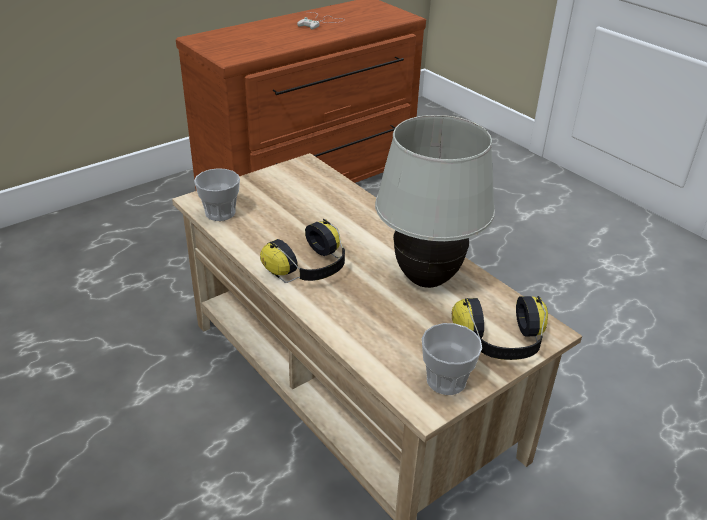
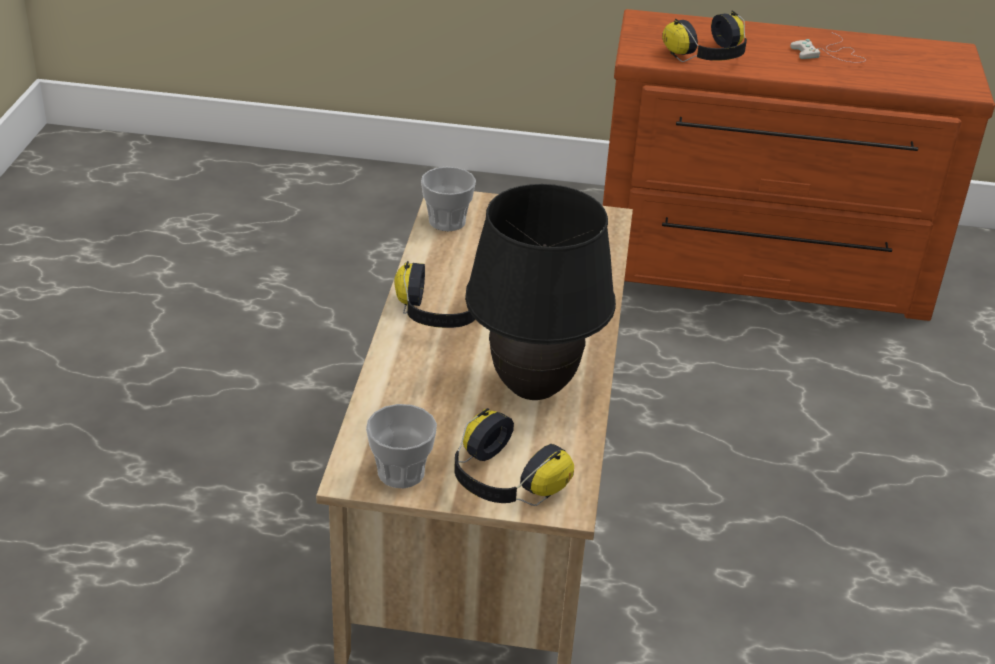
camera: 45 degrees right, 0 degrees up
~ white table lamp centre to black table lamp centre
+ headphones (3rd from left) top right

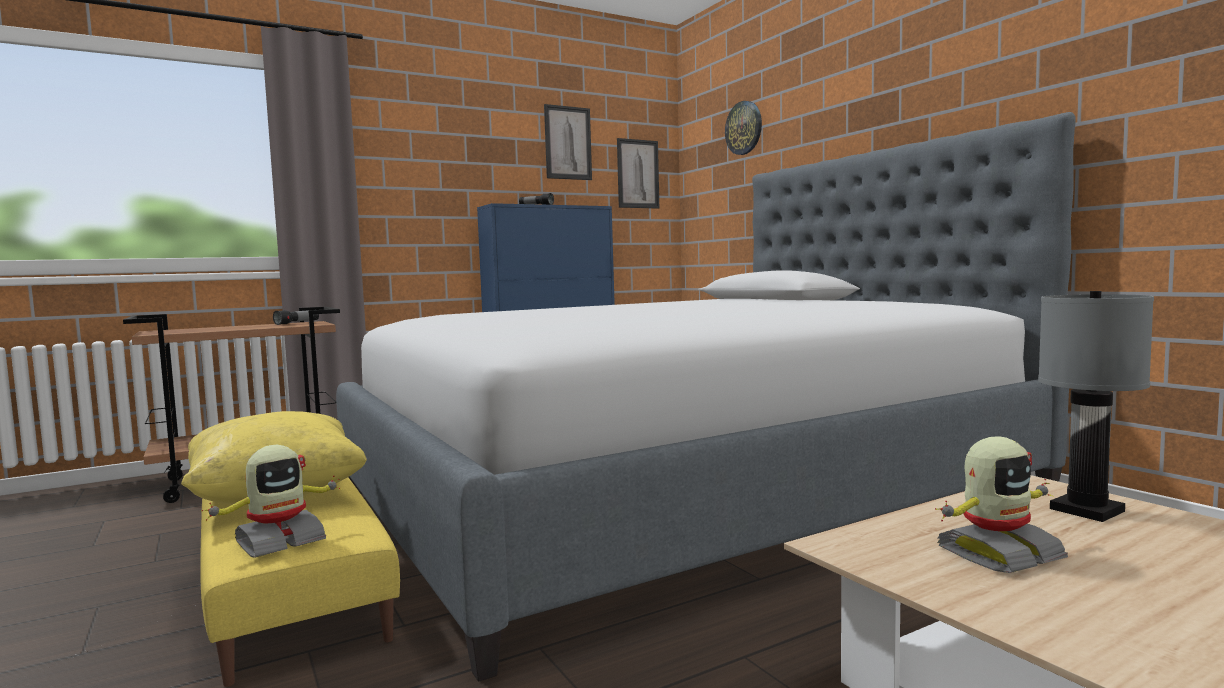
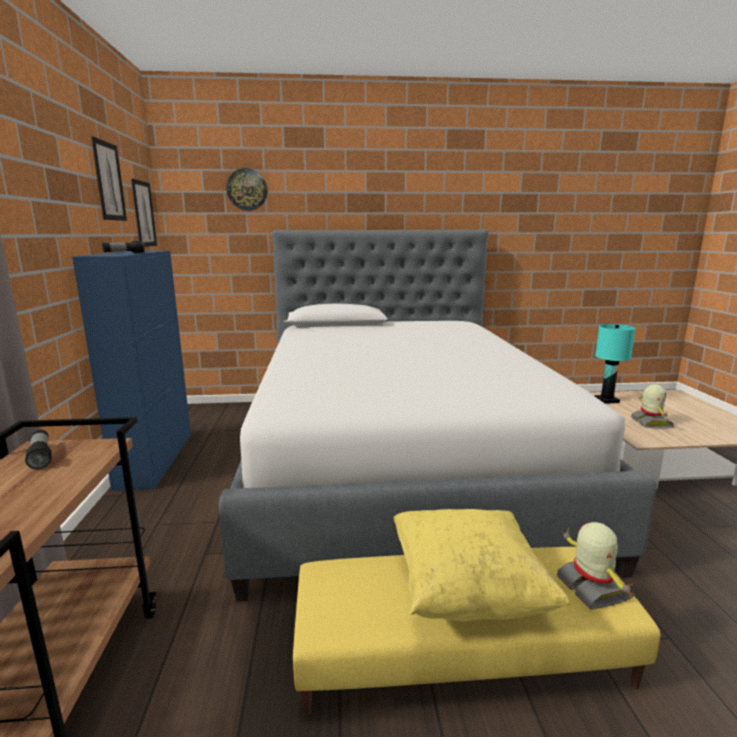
camera: 65 degrees left, 10 degrees up
~ grey table lamp middle right to turquoise table lamp middle right

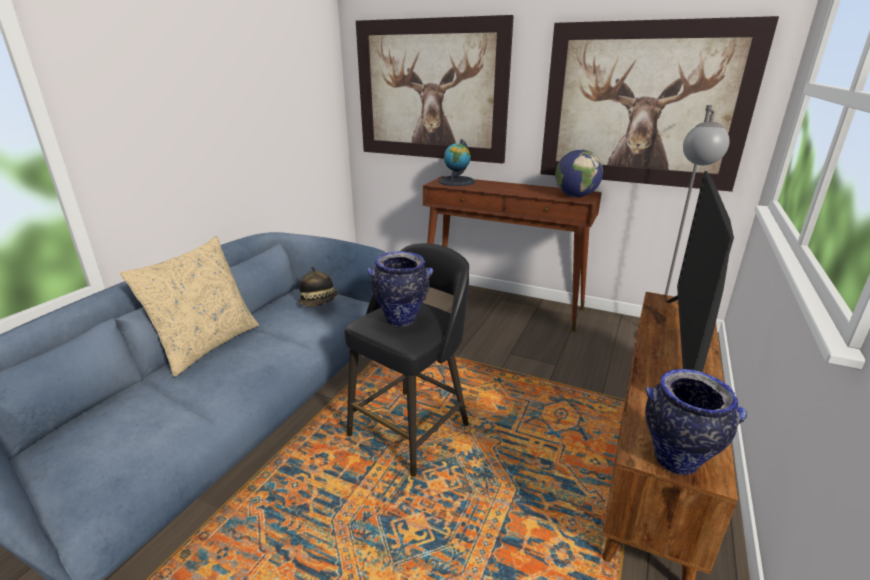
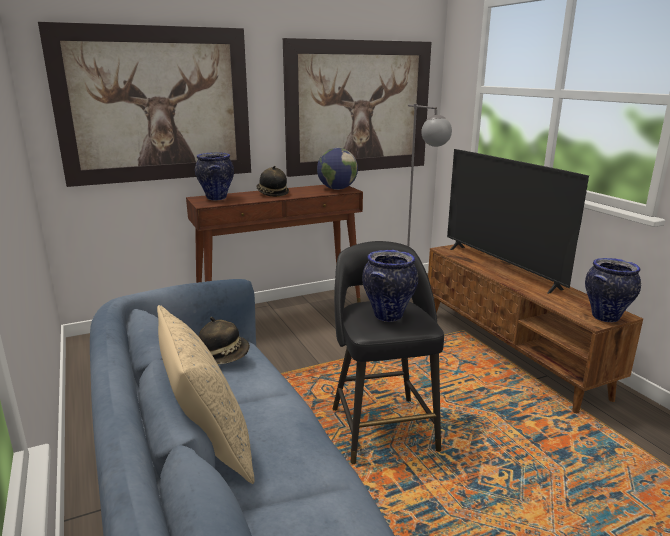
camera: 50 degrees left, 5 degrees down
~ globe (1st from left) top centre to vase (1st from left) top left
+ hat (2nd from left) centre

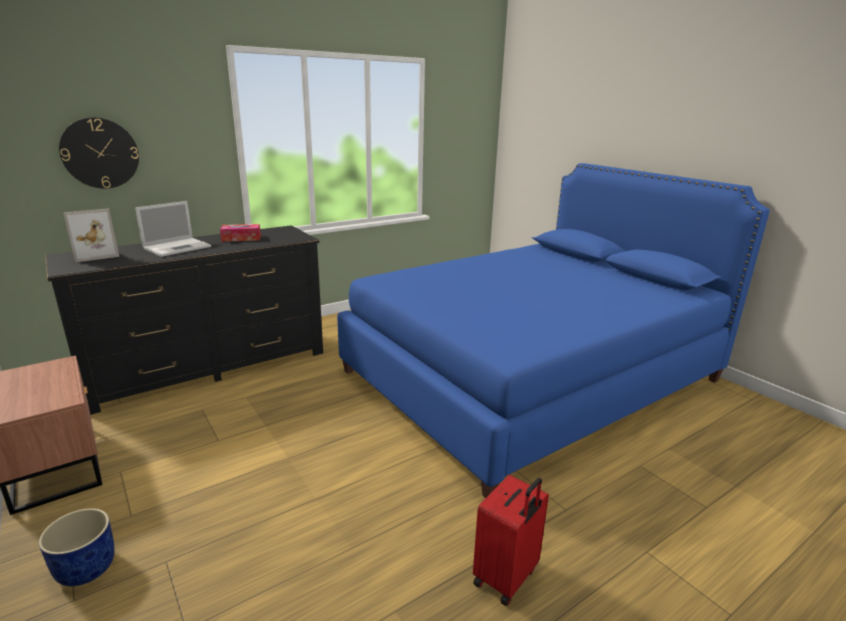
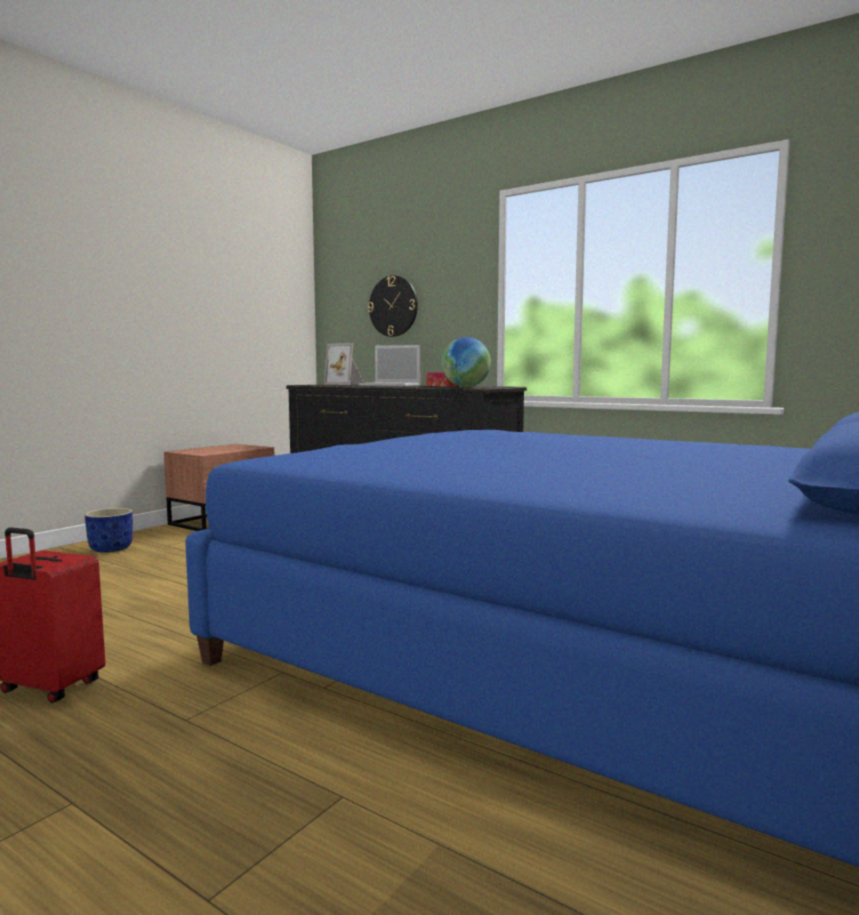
camera: 70 degrees right, 15 degrees down
+ globe centre

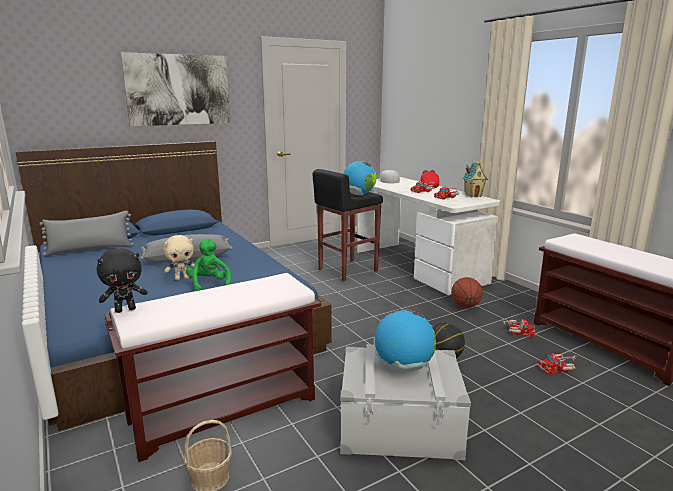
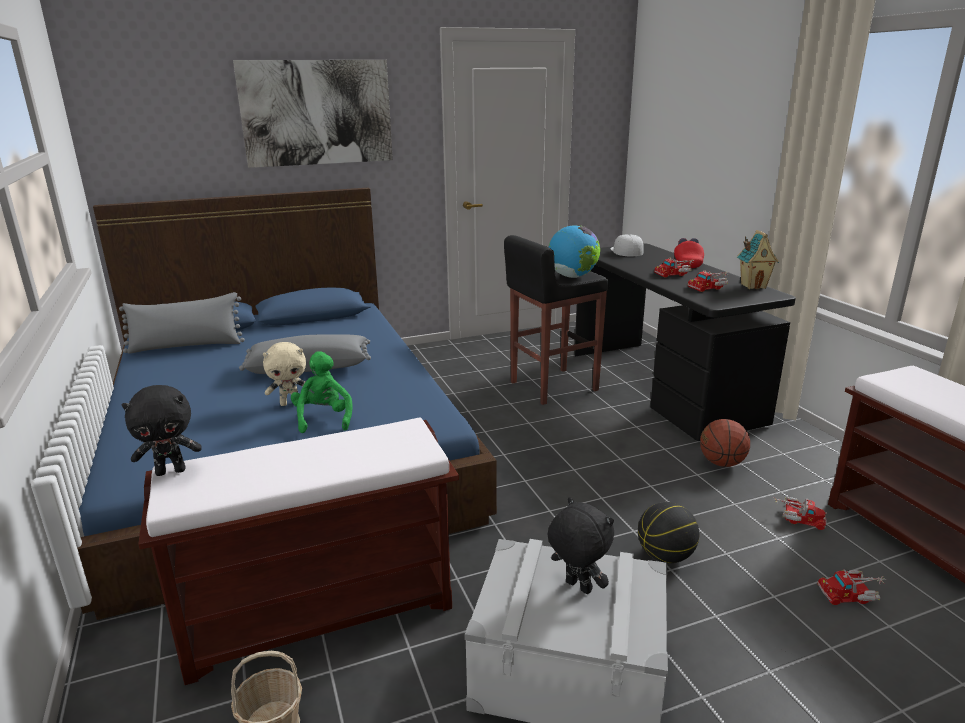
camera: 10 degrees right, 5 degrees up
~ white desk centre to black desk middle right
~ globe (2nd from left) bottom centre to black plush toy (2nd from left) bottom centre

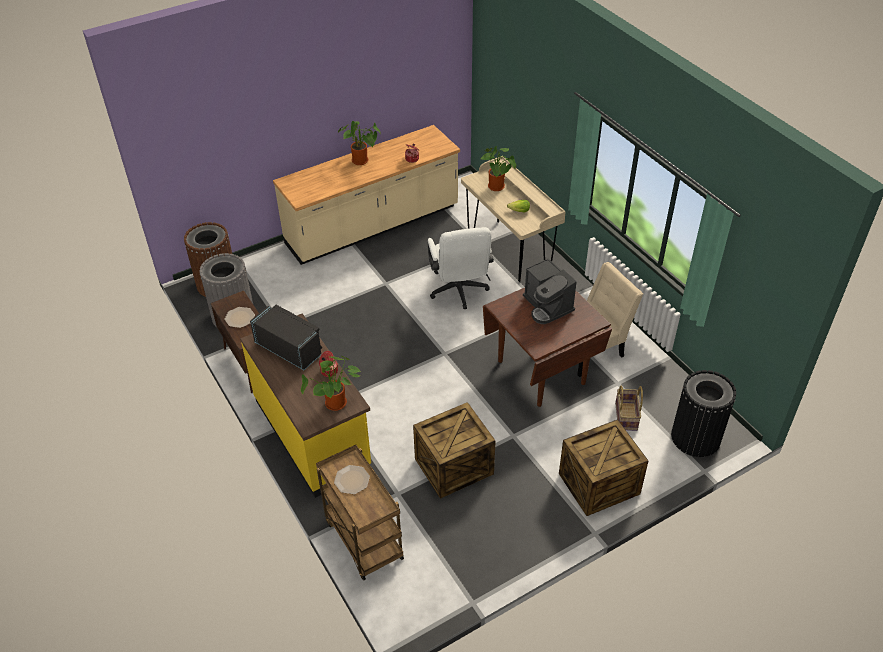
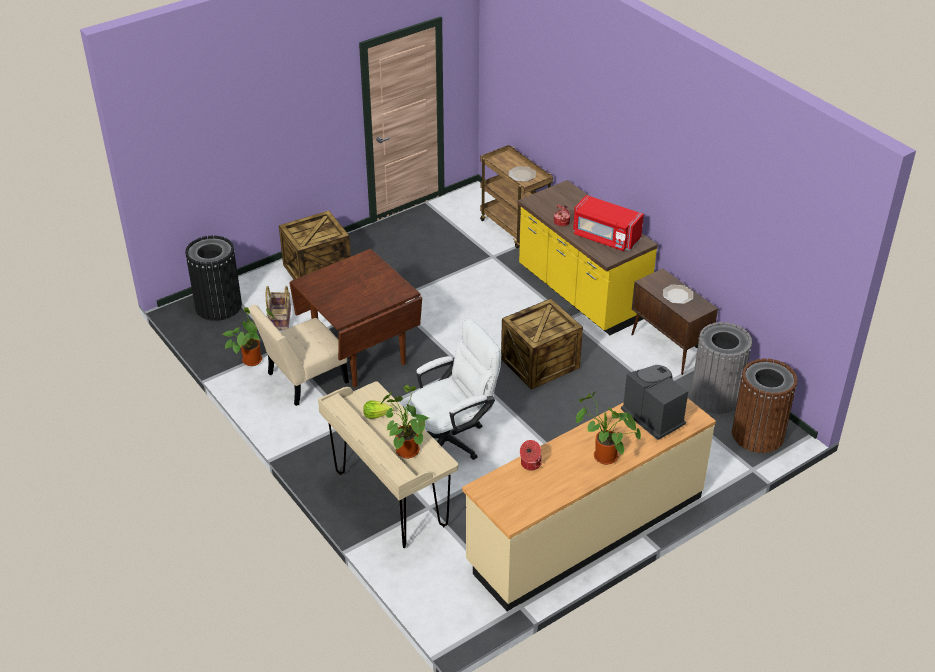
camera: 175 degrees right, 5 degrees down
~ black microwave middle left to red microwave top centre
~ potted plant (1st from left) centre to middle left
~ crate (1st from left in the first image) bottom centre to crate (2nd from left) centre
~ white office chair centre = centre 75 degrees clockwise
~ coffee machine centre to middle right

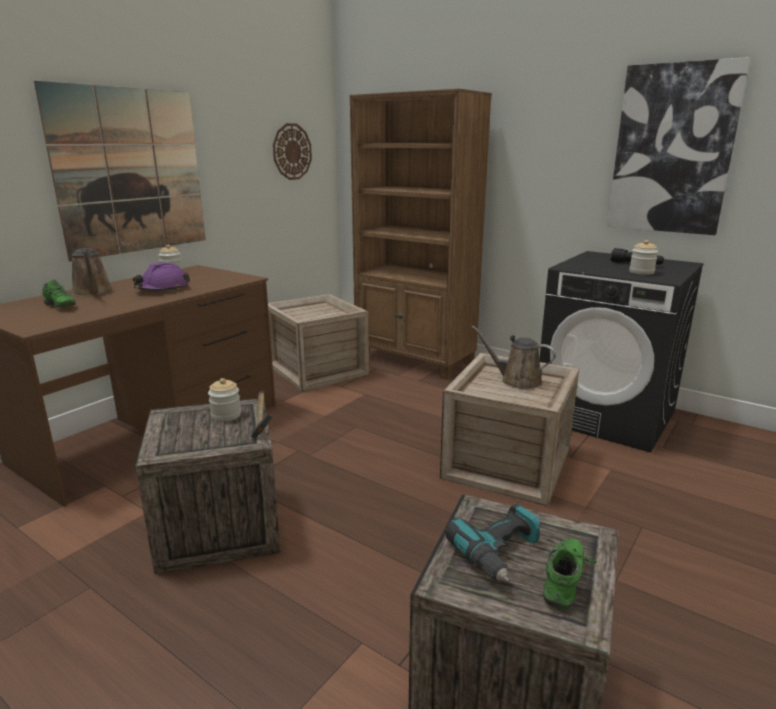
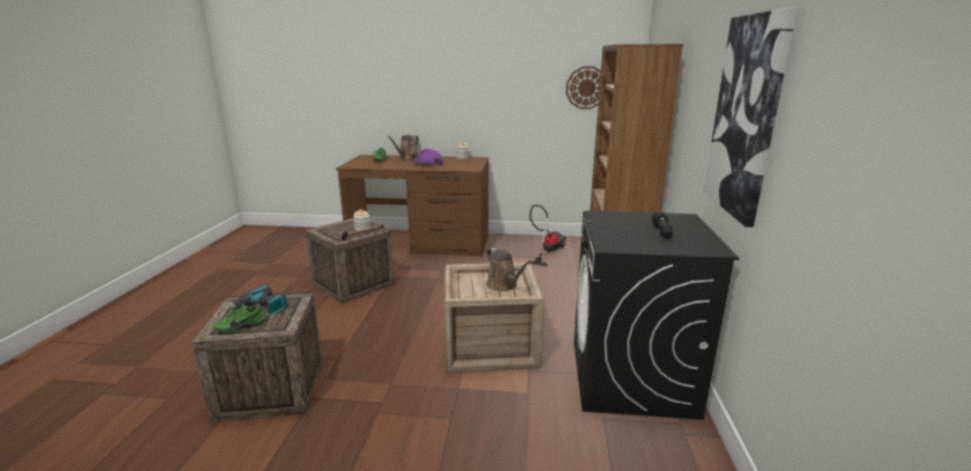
camera: 60 degrees right, 0 degrees up
- picture (1st from left) top left
~ crate (2nd from left) centre to vacuum cleaner centre
~ brown watering can (2nd from left) centre = centre 150 degrees clockwise
~ green shoe (2nd from left in the first image) bottom right = bottom left 150 degrees clockwise
- jar (3rd from left) middle right

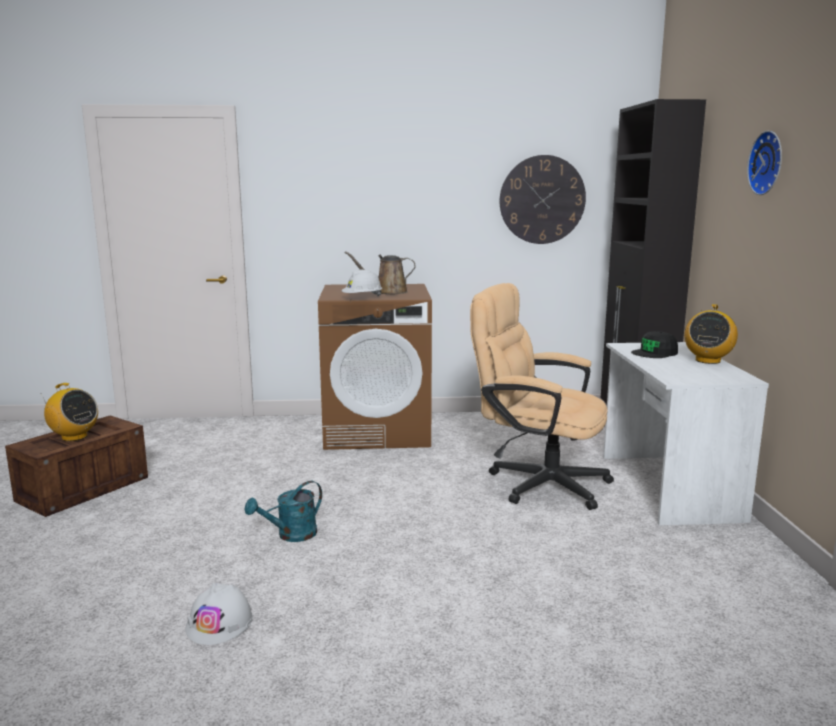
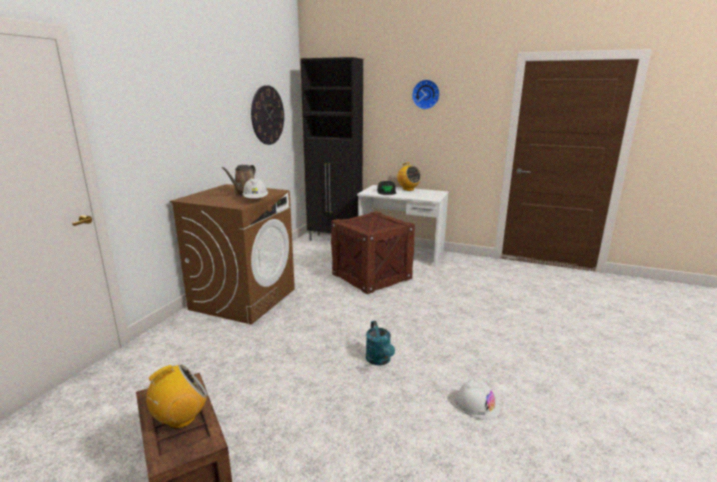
camera: 65 degrees left, 5 degrees up
~ beige office chair centre to crate (2nd from left) centre

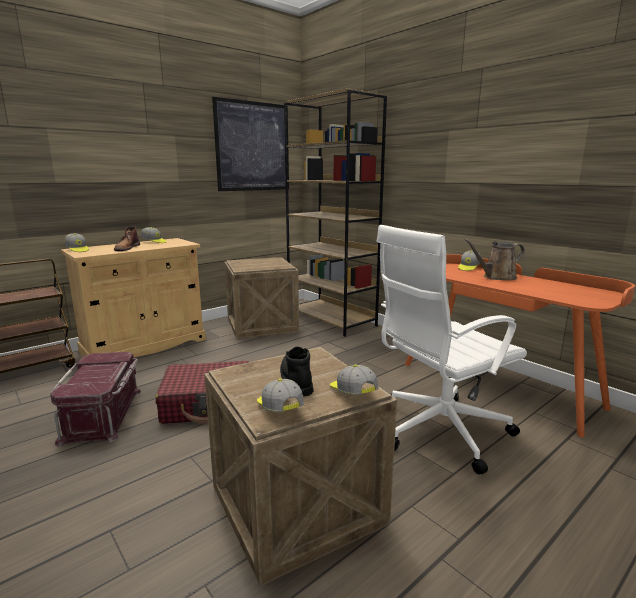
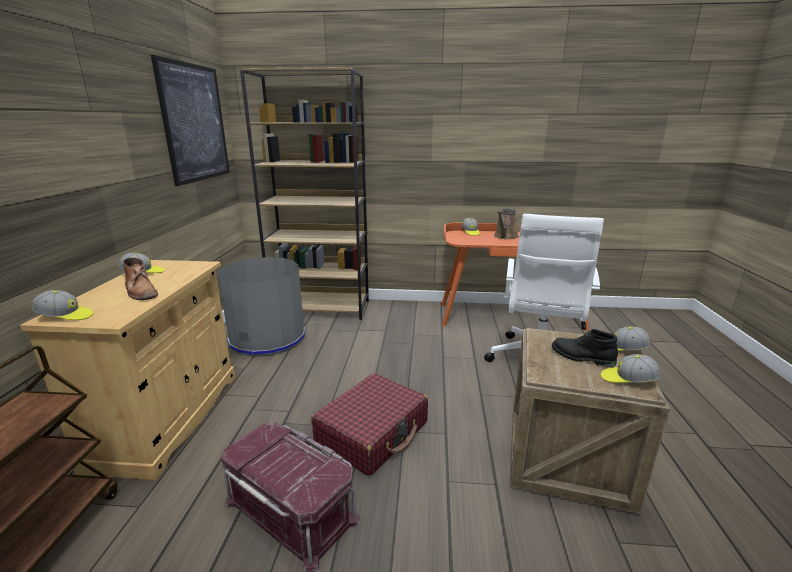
camera: 45 degrees left, 5 degrees up
~ crate (1st from left) centre to grey trash can middle left

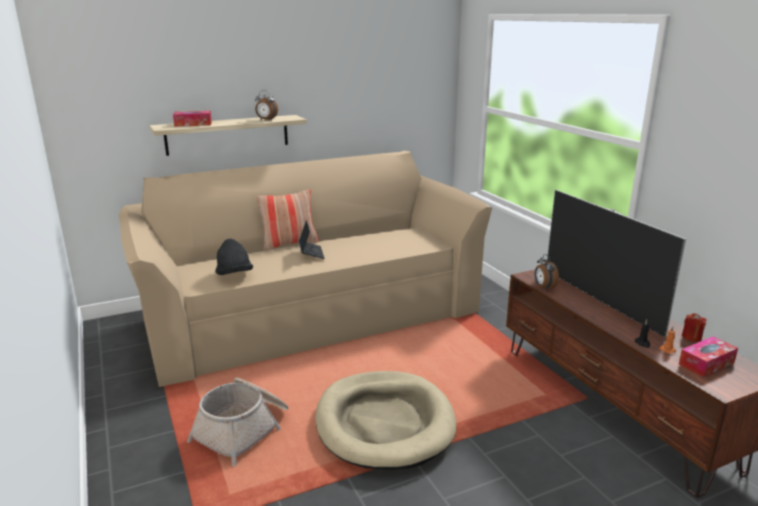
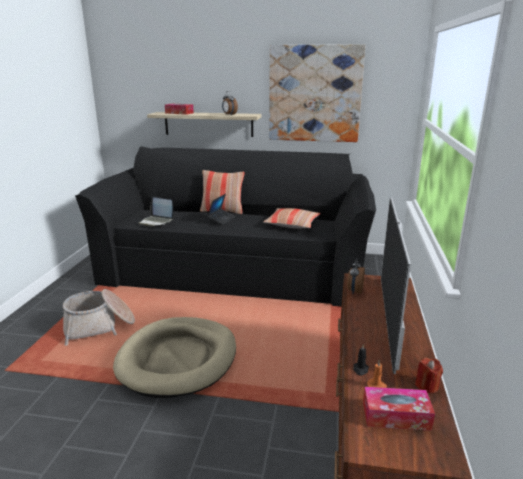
camera: 35 degrees right, 0 degrees up
~ beige sofa centre to black sofa centre
~ black hat middle left to laptop (1st from left) middle left
+ pillow (2nd from left) centre
+ picture top centre

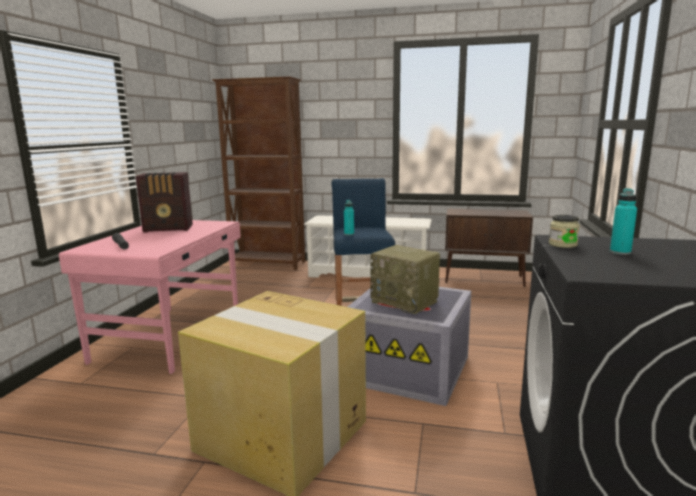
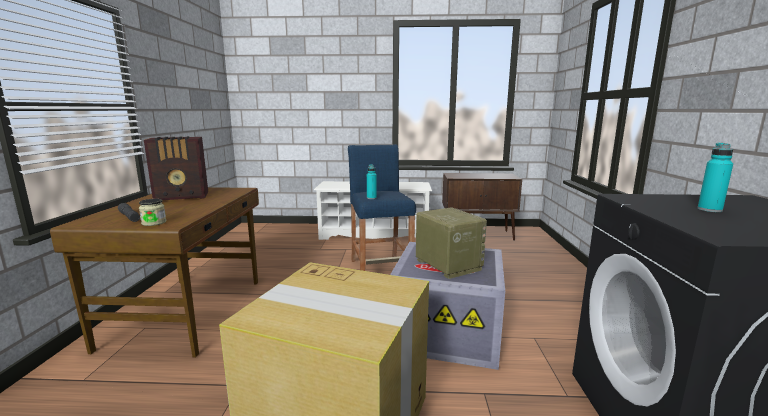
camera: 10 degrees left, 0 degrees up
~ pink desk middle left to brown desk middle left
- brown bookcase centre
~ radio (2nd from left) centre = centre 150 degrees counterclockwise
~ jar middle right to middle left

